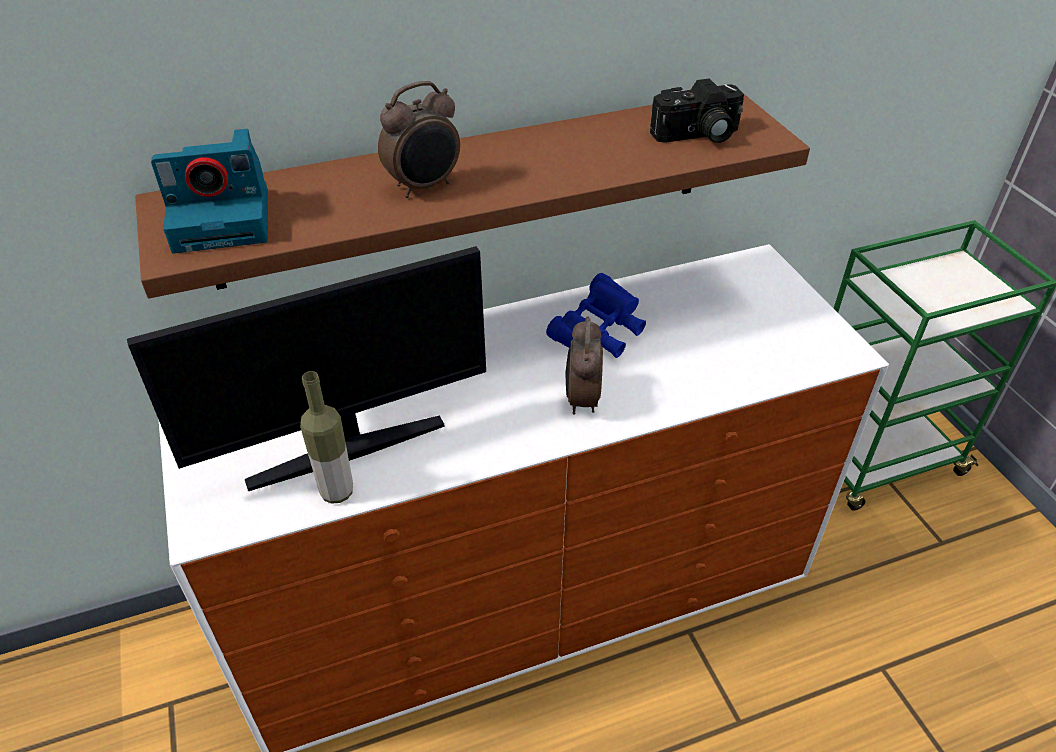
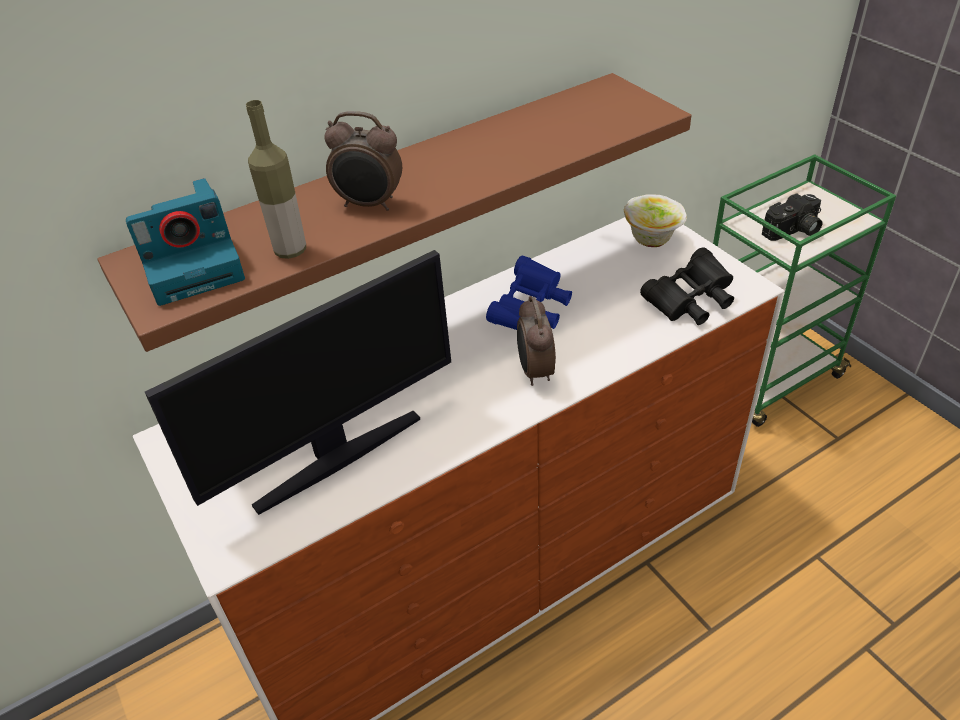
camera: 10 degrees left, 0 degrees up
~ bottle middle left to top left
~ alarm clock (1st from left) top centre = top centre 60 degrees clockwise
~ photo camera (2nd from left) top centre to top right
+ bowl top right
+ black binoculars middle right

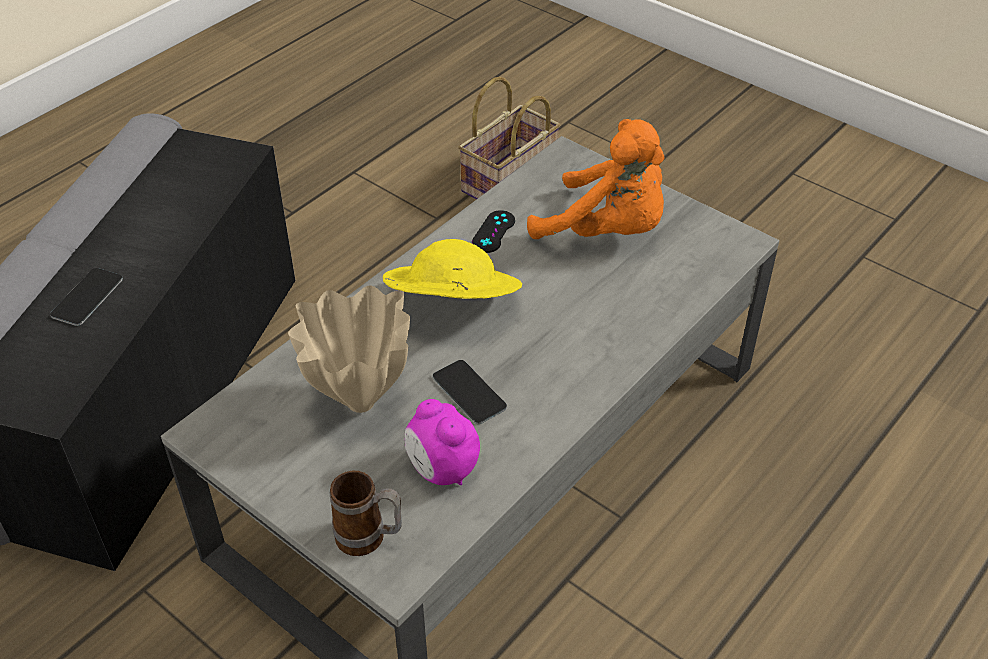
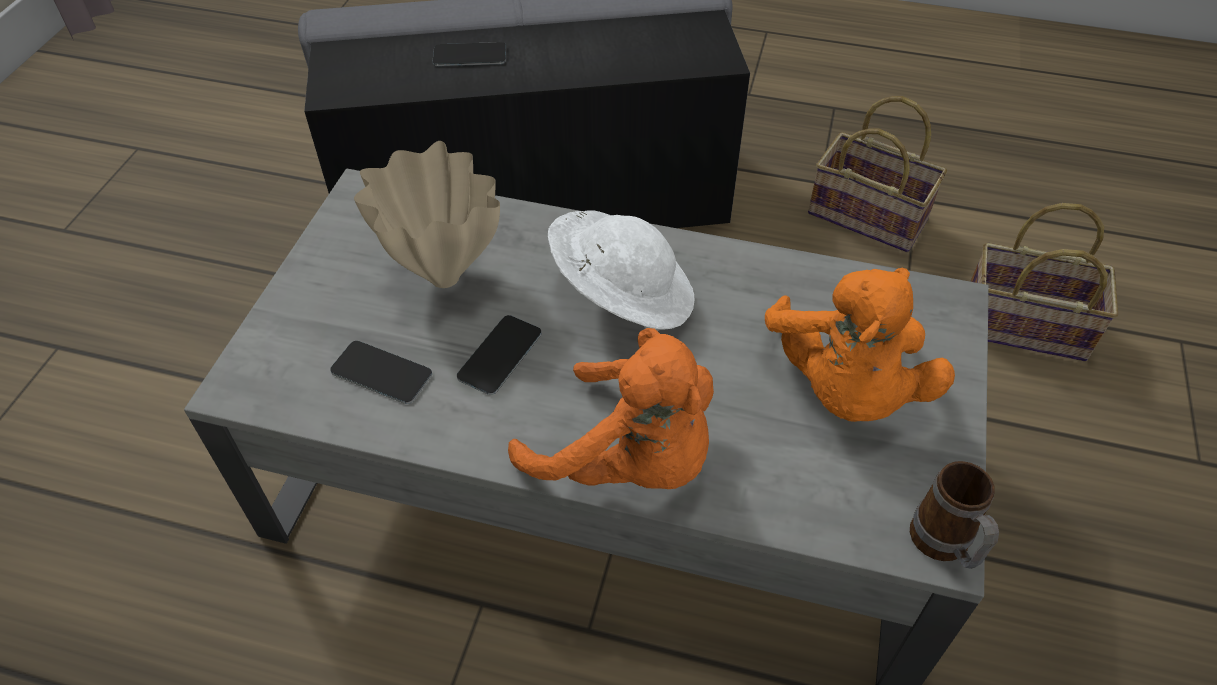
camera: 65 degrees right, 5 degrees up
~ mug bottom centre to bottom right
~ yellow hat centre to white hat centre
~ alarm clock bottom centre to phone (1st from left) middle left
- black game controller centre
+ orange plush toy (1st from left) centre
+ basket (1st from left) top right

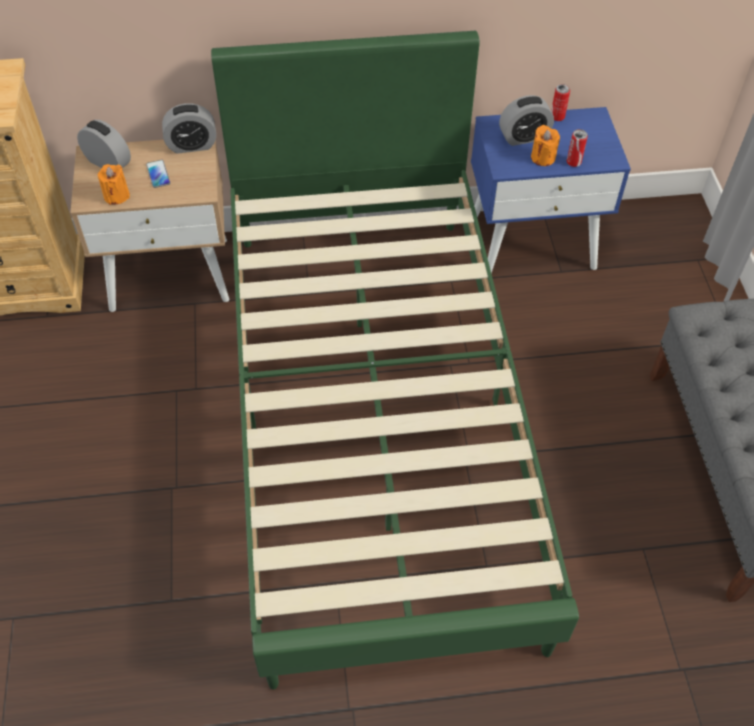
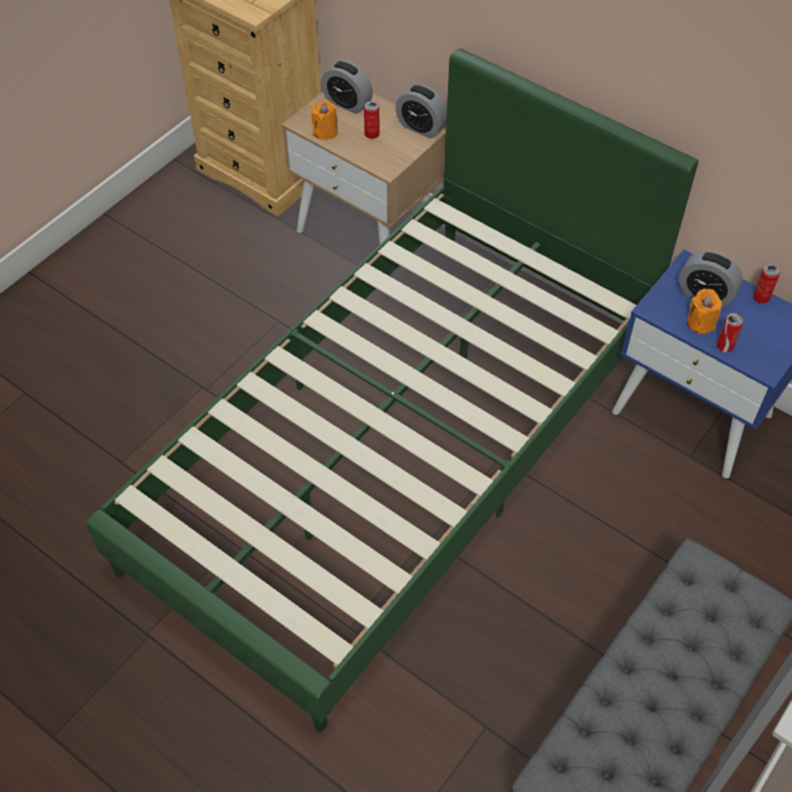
camera: 45 degrees right, 0 degrees up
~ alarm clock (1st from left) top left = top centre 135 degrees clockwise
~ phone top left to can (1st from left) top centre

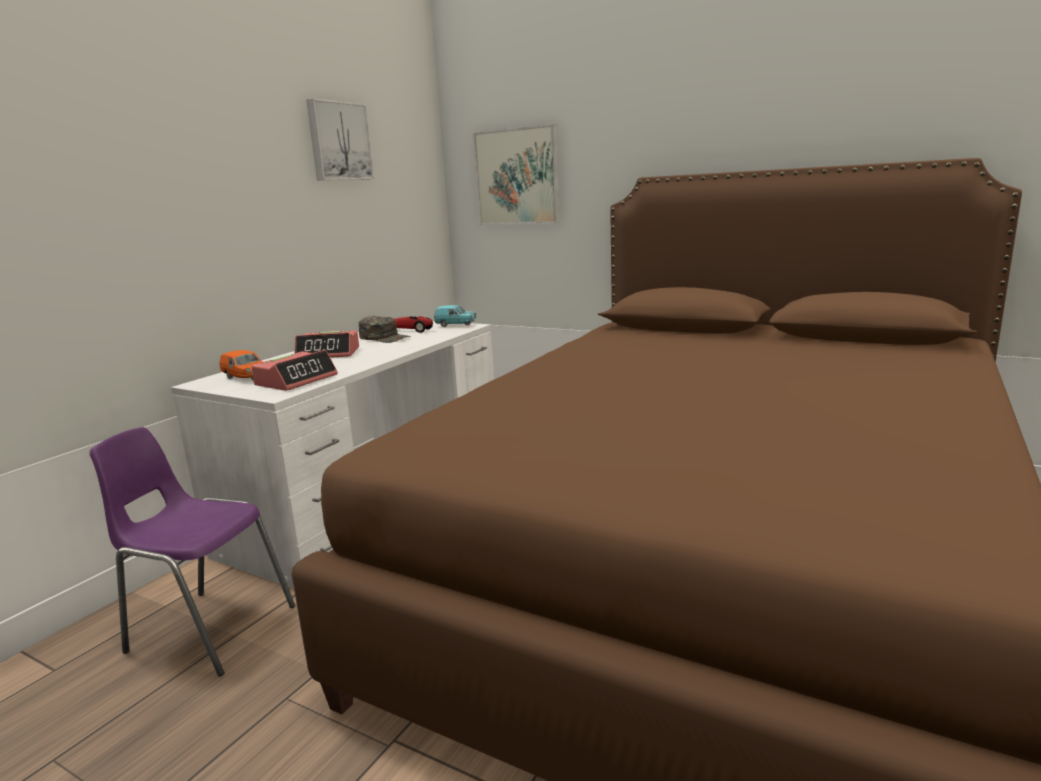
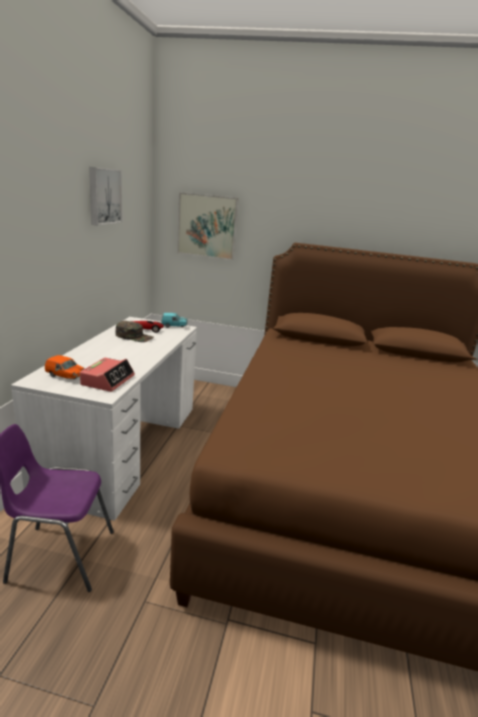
camera: 20 degrees left, 5 degrees up
- alarm clock (2nd from left) middle left

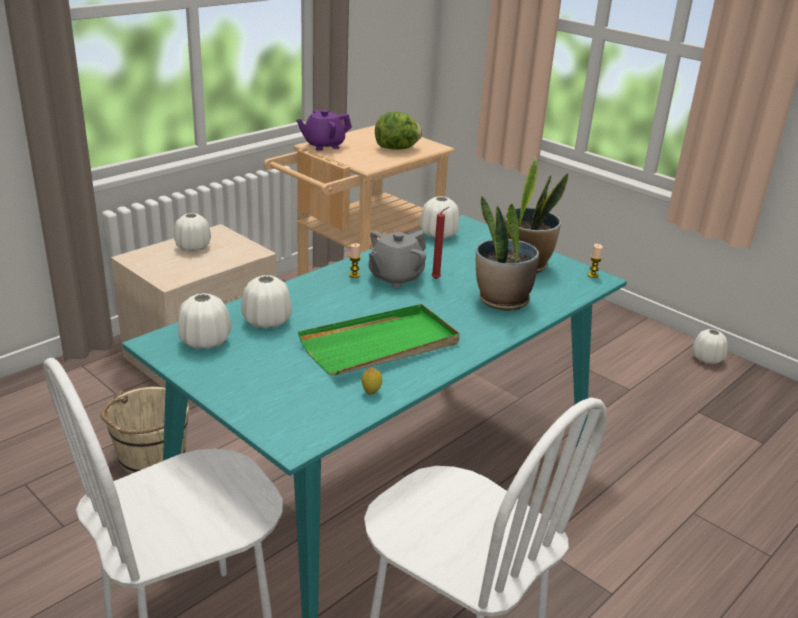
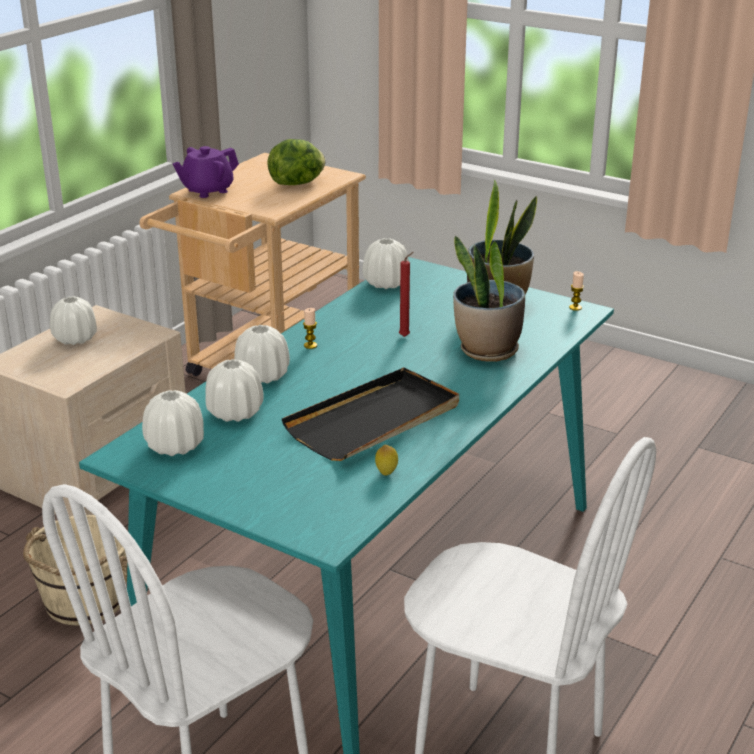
camera: 10 degrees left, 0 degrees up
~ green tray centre to black tray centre
- grey teapot centre
~ white vase (5th from left in the first image) middle right to white vase (4th from left) centre

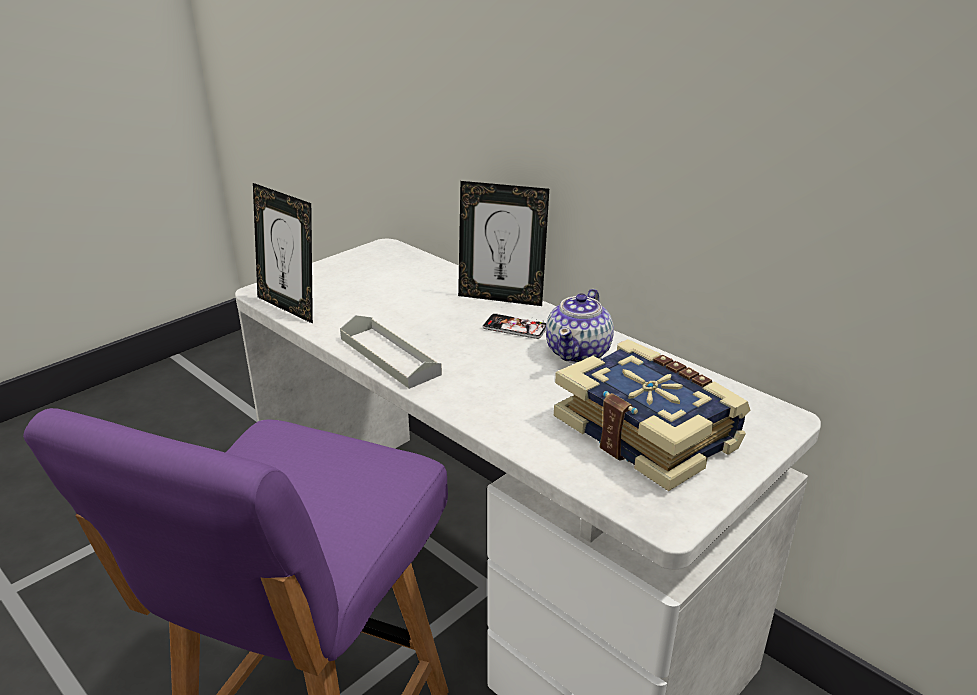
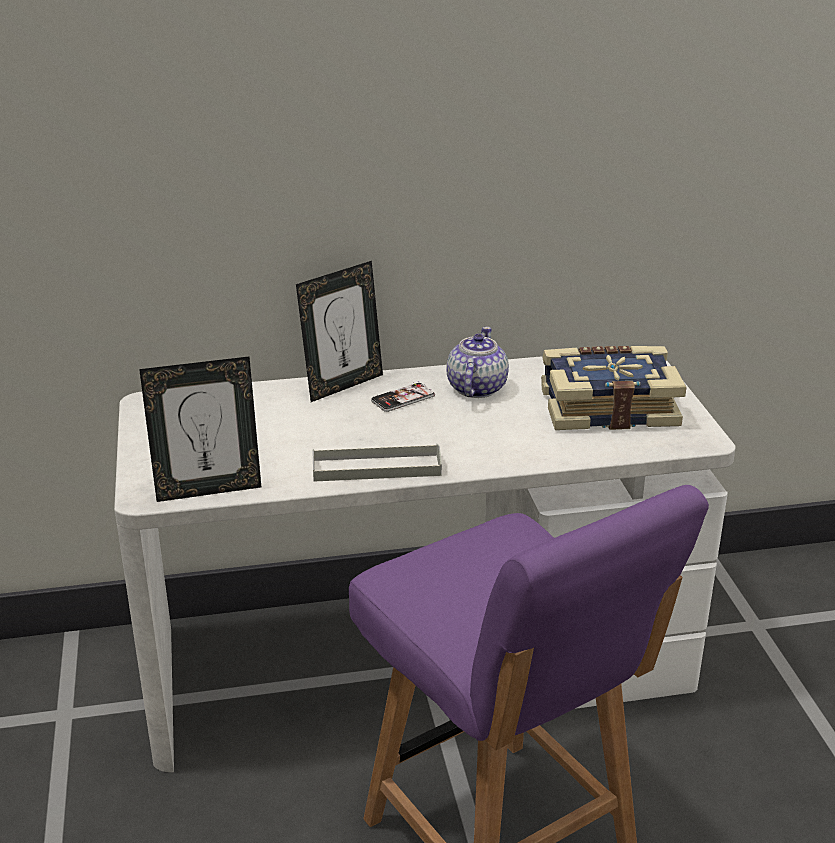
camera: 55 degrees left, 0 degrees up
~ teapot centre = centre 135 degrees counterclockwise

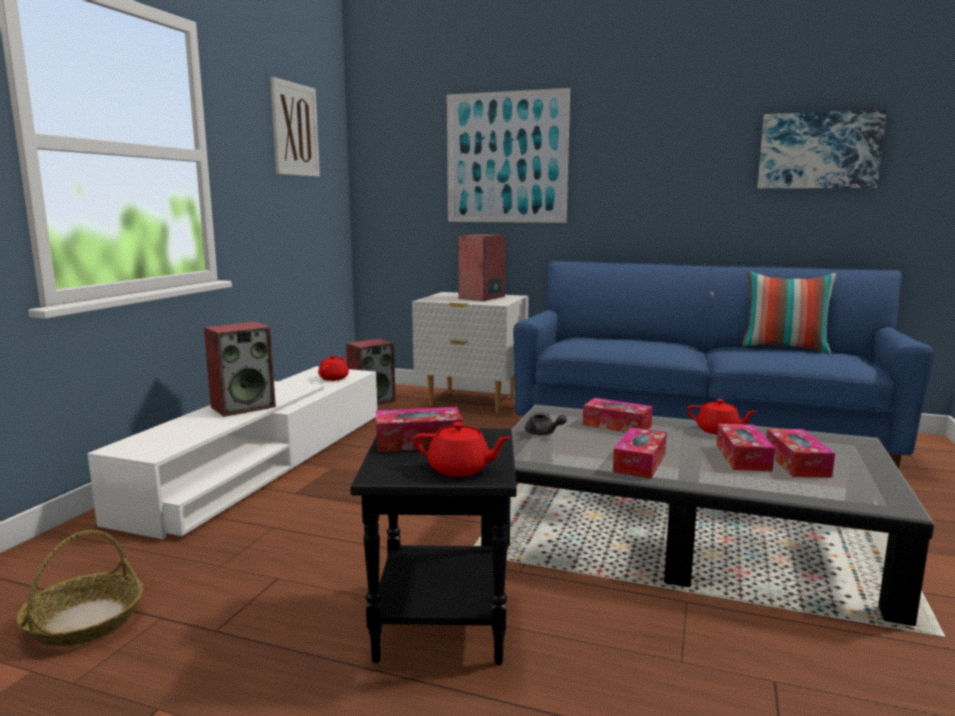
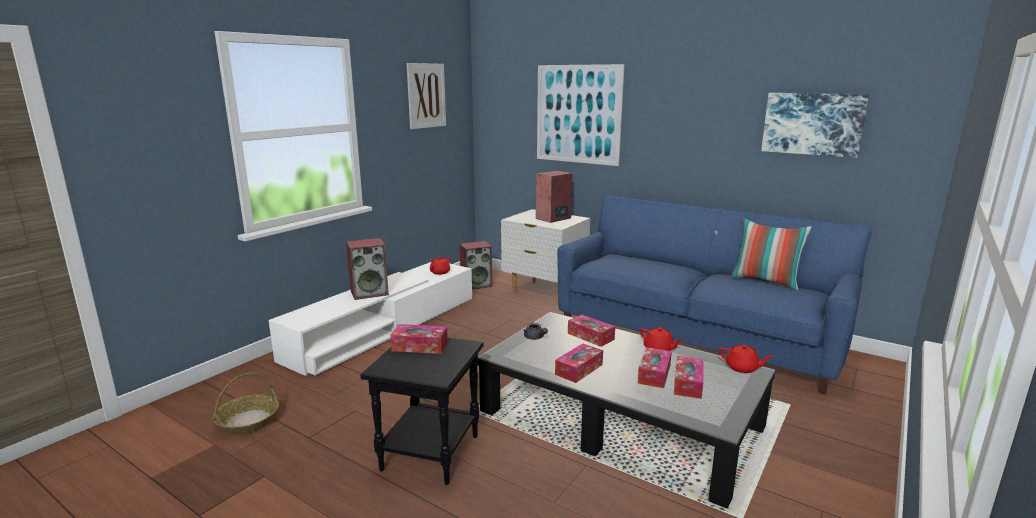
camera: 15 degrees right, 5 degrees up
~ red teapot (2nd from left in the first image) centre to red teapot (3rd from left) bottom right

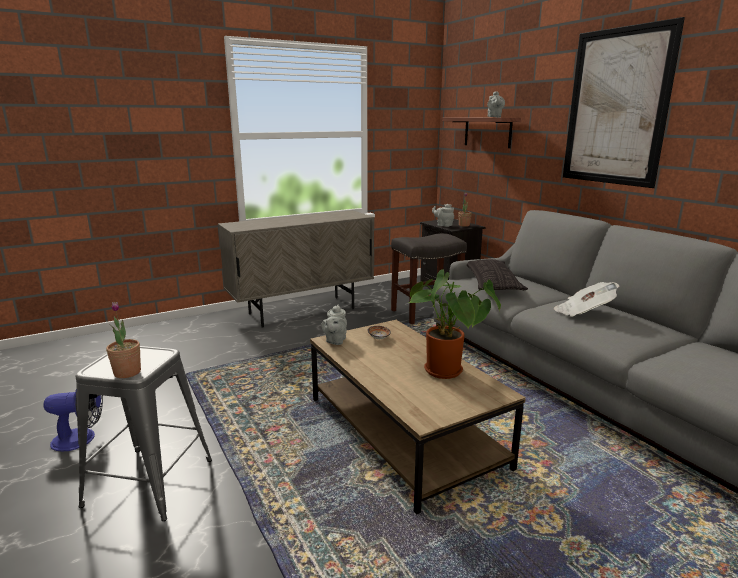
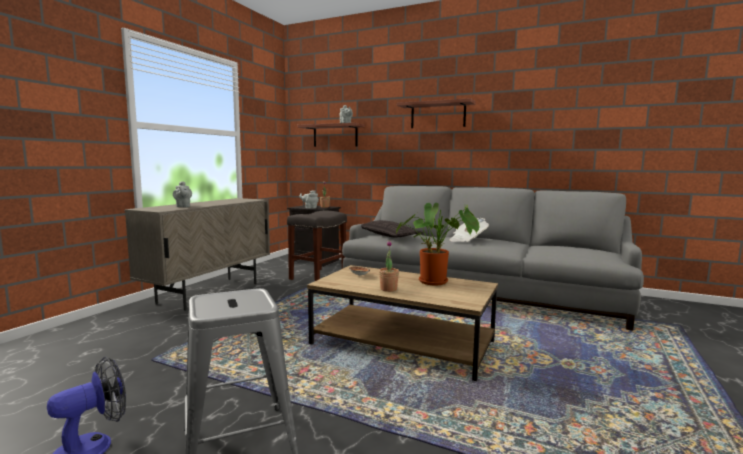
camera: 35 degrees left, 10 degrees down
~ potted plant (1st from left in the first image) middle left to potted plant (2nd from left) centre
~ grey teapot (1st from left) centre to middle left
~ picture top right to shelf (2nd from left) top centre

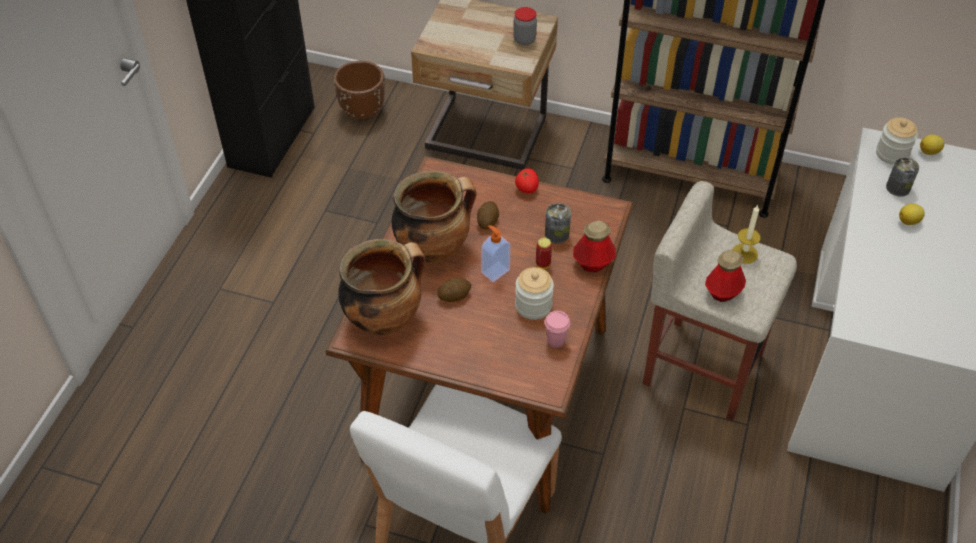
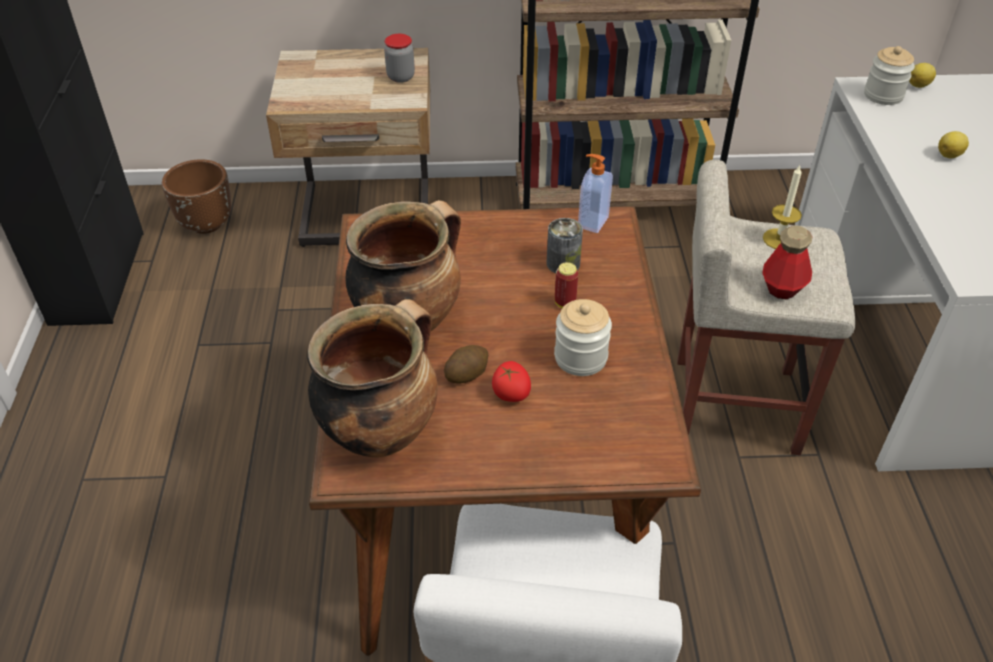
camera: 20 degrees left, 5 degrees down
- potato (2nd from left) centre
~ soap dispenser centre to top centre
~ tomato top centre to centre
- pink cup centre
- bottle (1st from left) centre
- can (3rd from left) top right

